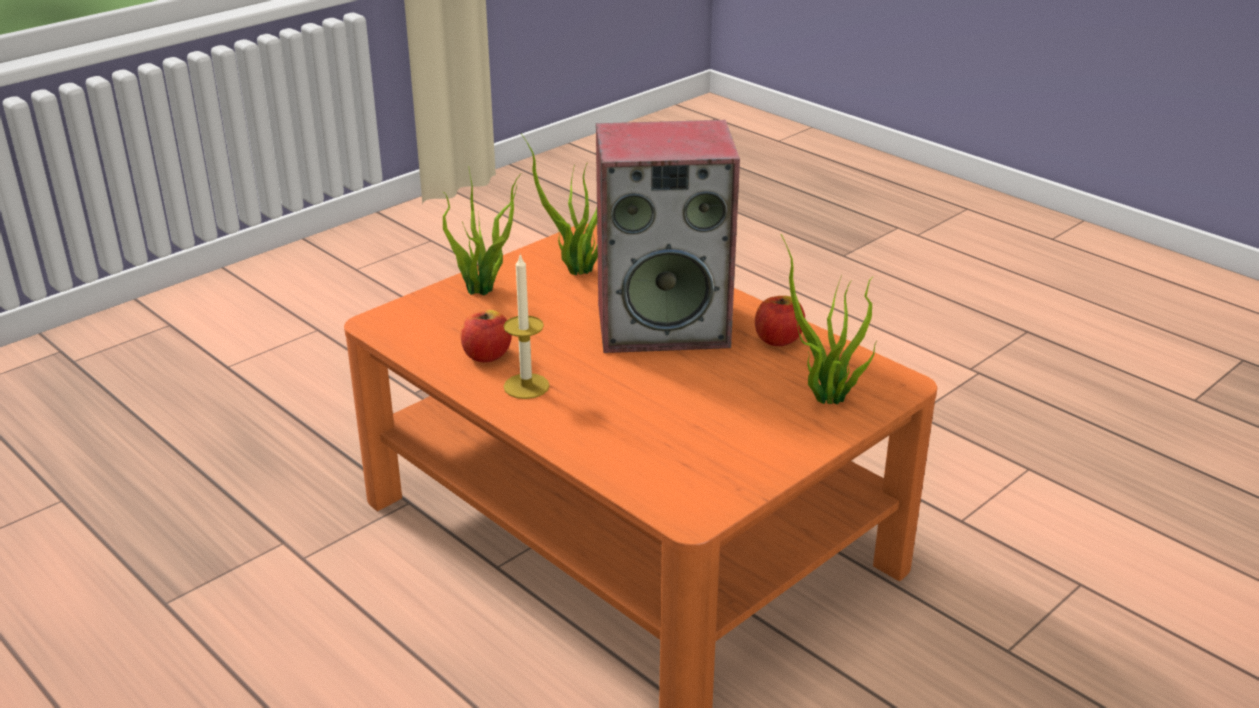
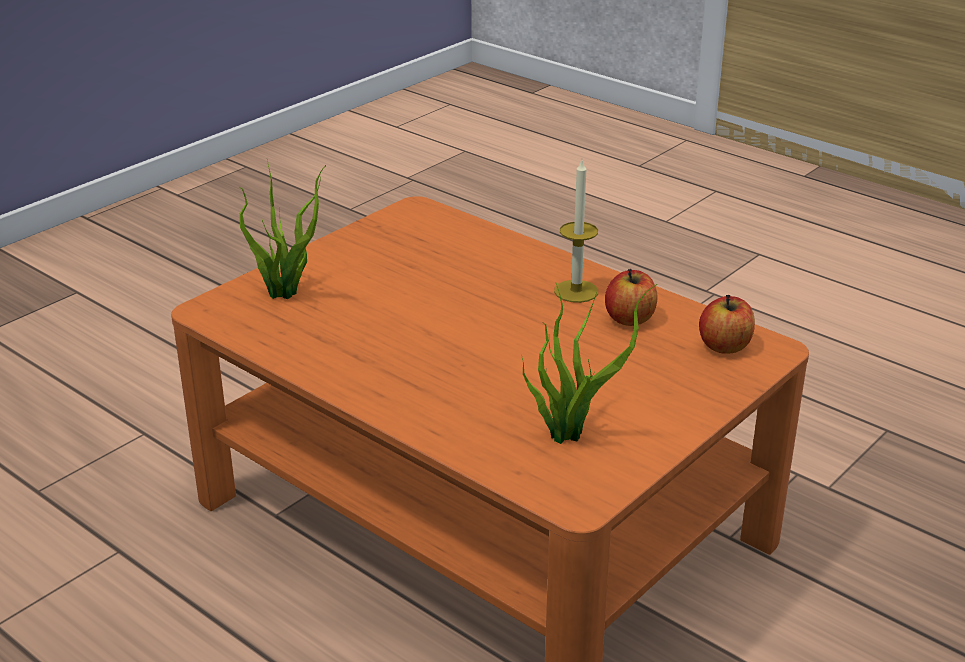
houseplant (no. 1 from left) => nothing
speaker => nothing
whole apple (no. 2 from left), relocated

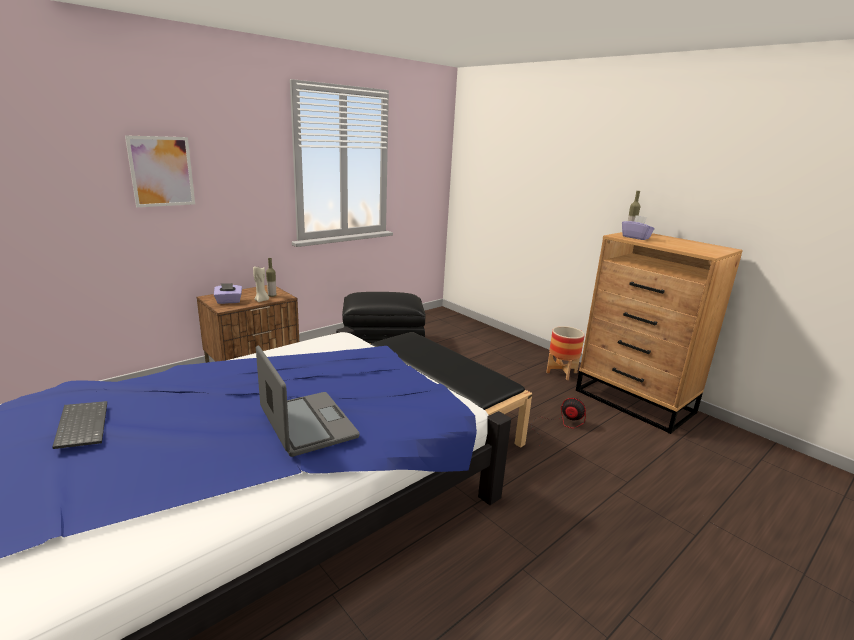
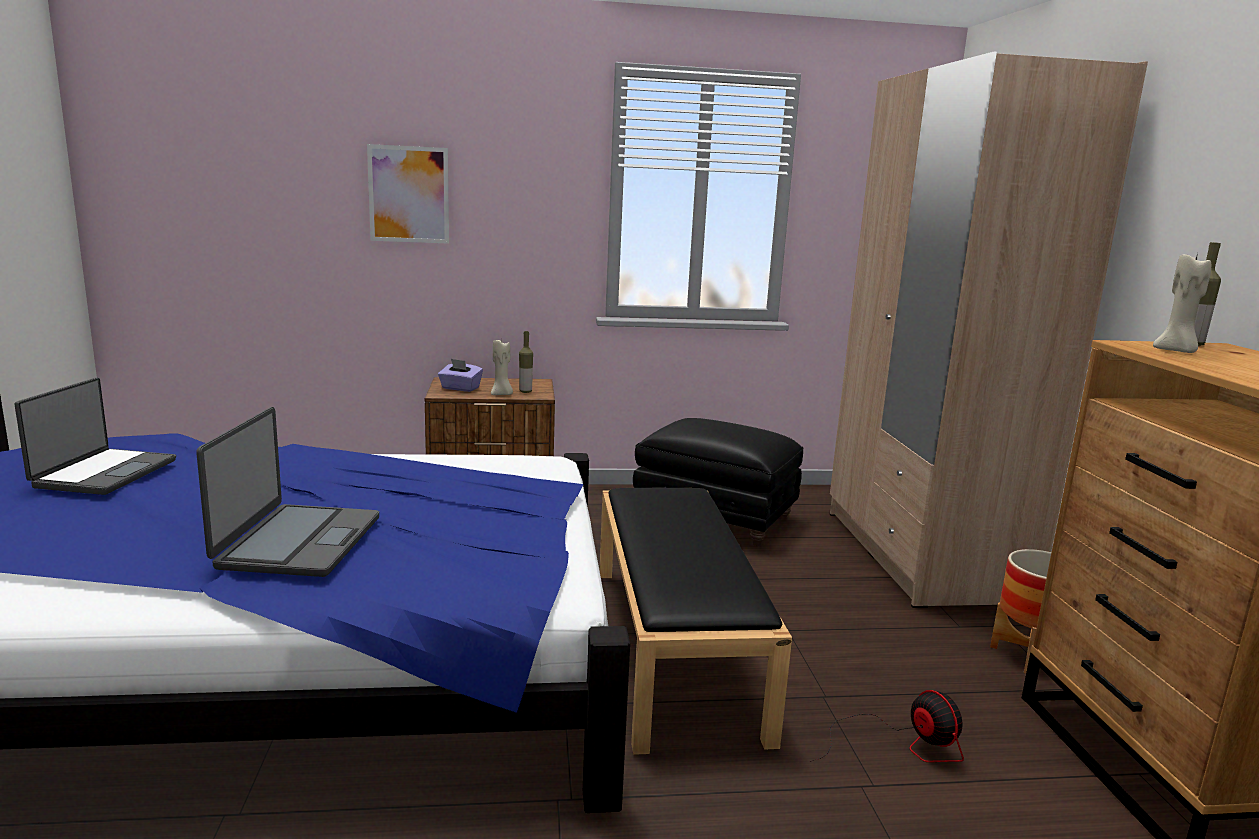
keyboard => notebook computer (no. 1 from left)
purple-coloured box of tissues (no. 2 from left) => beige candle (no. 2 from left)
nothing => beige clothes cupboard

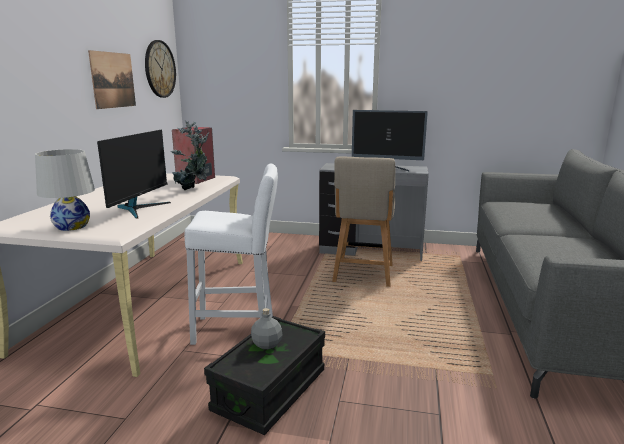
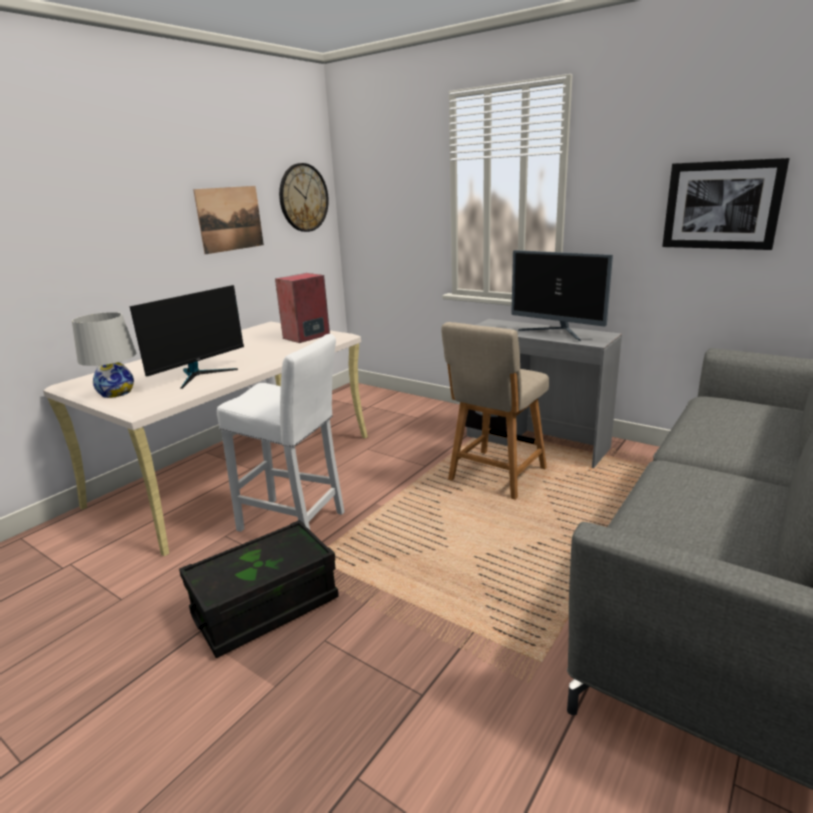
houseplant => nothing
greyish beverage bottle => nothing
nothing => wall picture (no. 2 from left)

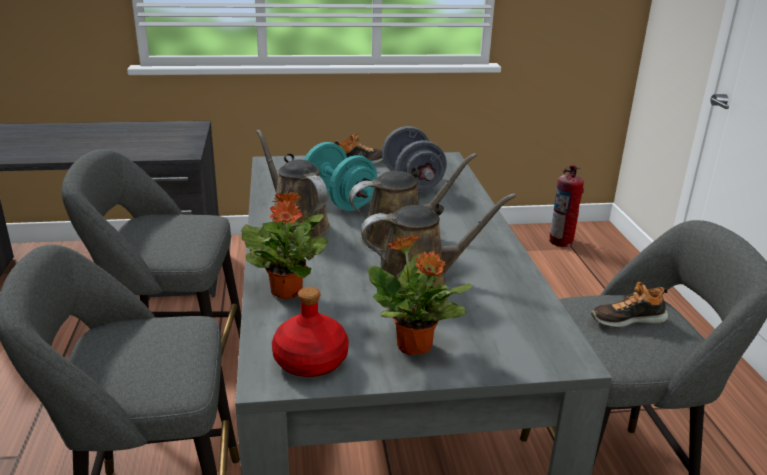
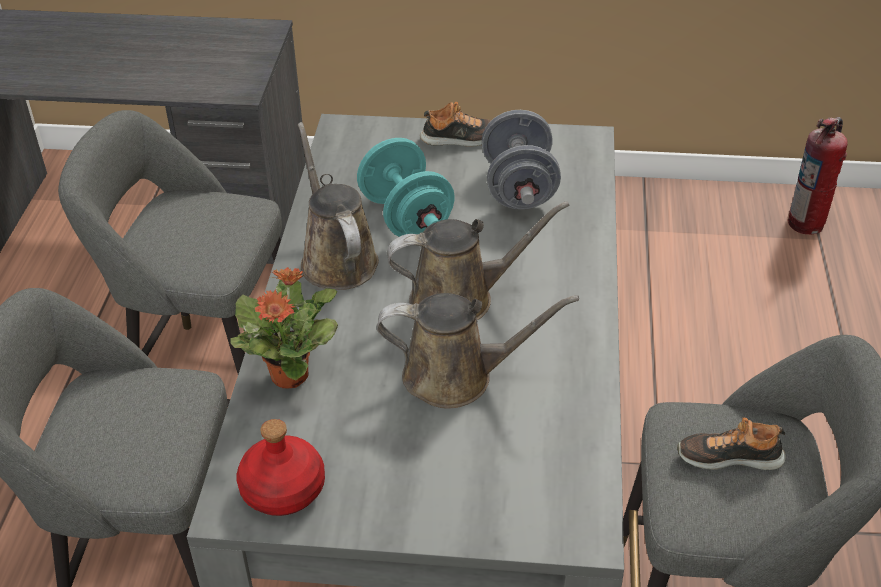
houseplant (no. 2 from left) => nothing

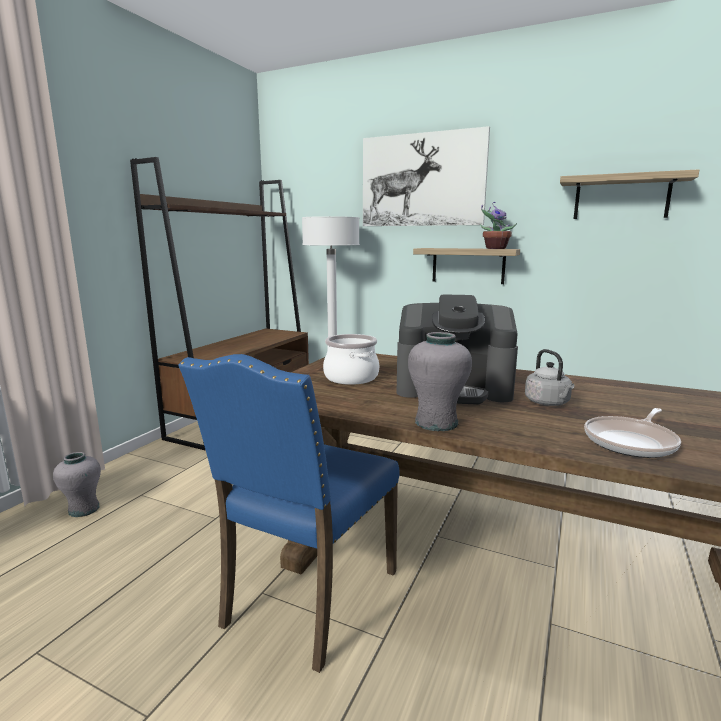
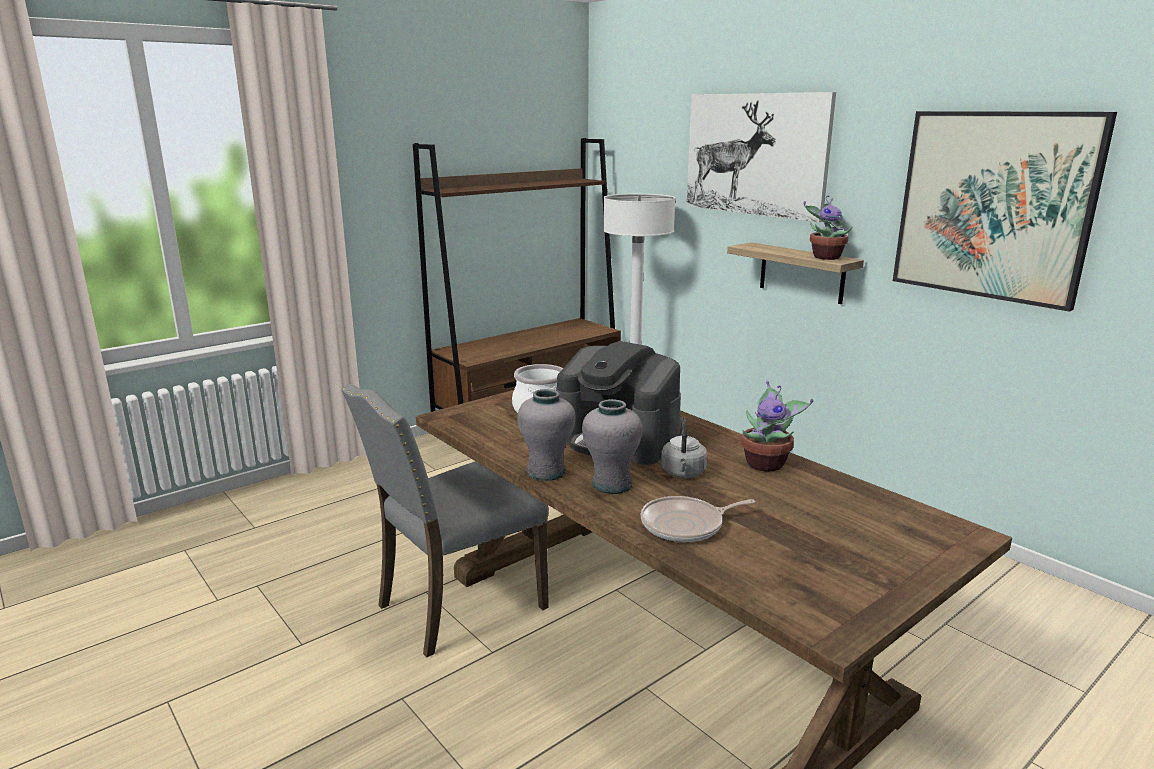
greyish decorative vase (no. 1 from left in the first image) => greyish decorative vase (no. 2 from left), relocated
bluish upright chair => greyish upright chair
bracket shelf (no. 2 from left) => wall picture (no. 2 from left)
nothing => houseplant (no. 1 from left)

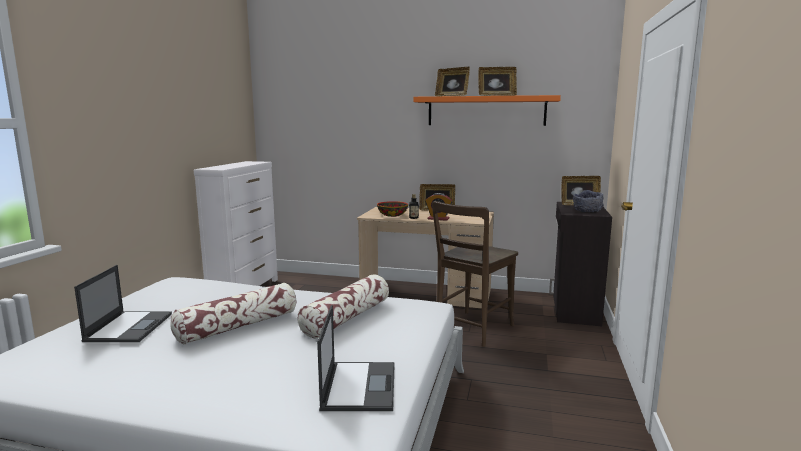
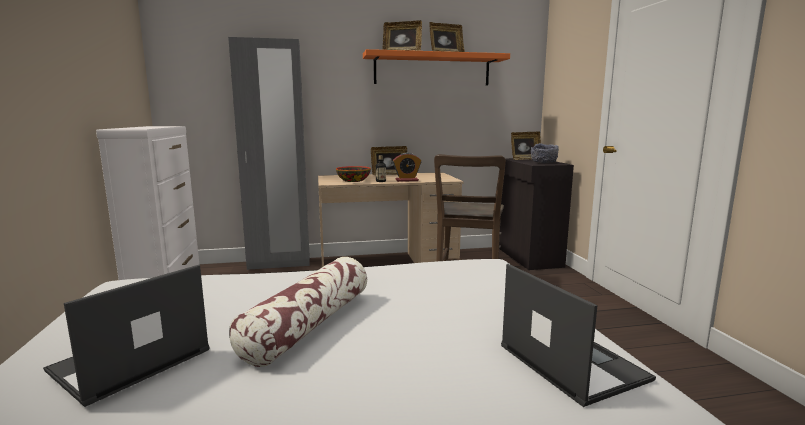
notebook computer (no. 1 from left), 120 degrees counterclockwise
cushion (no. 2 from left) => nothing
nothing => greyish clothes cupboard

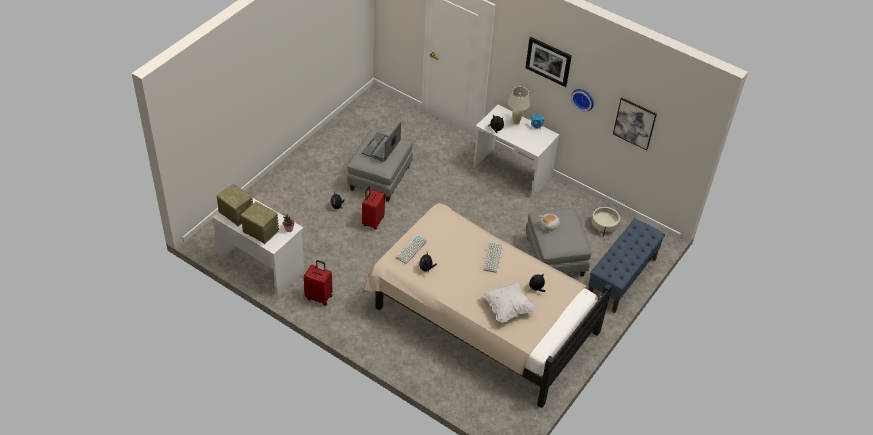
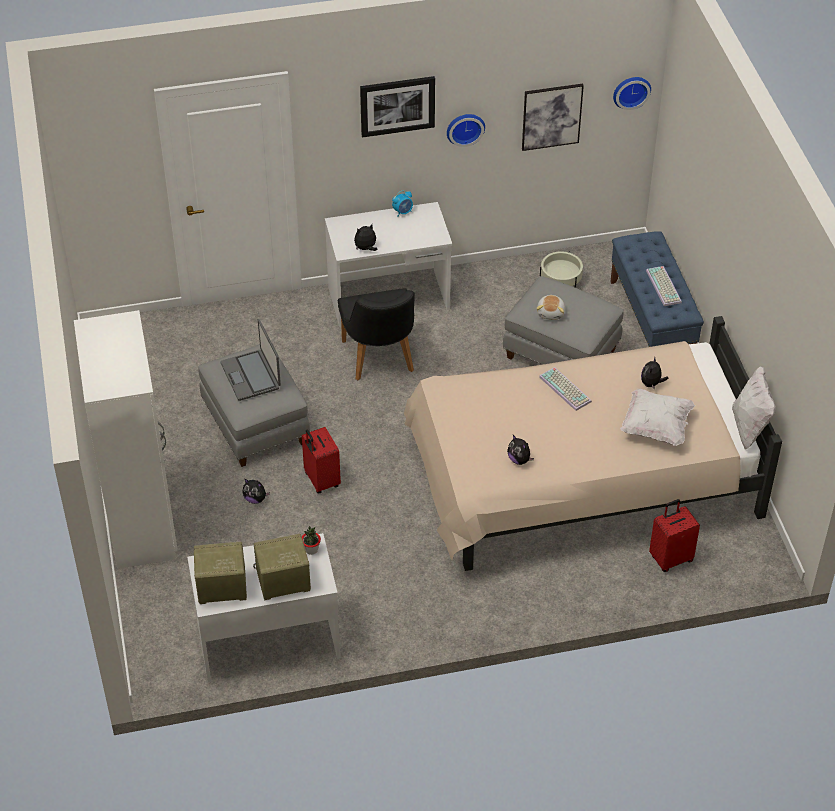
red-coloured travel case (no. 1 from left in the first image) => red-coloured travel case (no. 2 from left), relocated
keyboard (no. 1 from left in the first image) => keyboard (no. 2 from left), relocated
beige lamp for a table => nothing
nothing => white-coloured clothes cupboard
nothing => black-coloured upright chair
nothing => wall clock (no. 2 from left)
nothing => white-coloured cushion (no. 2 from left)

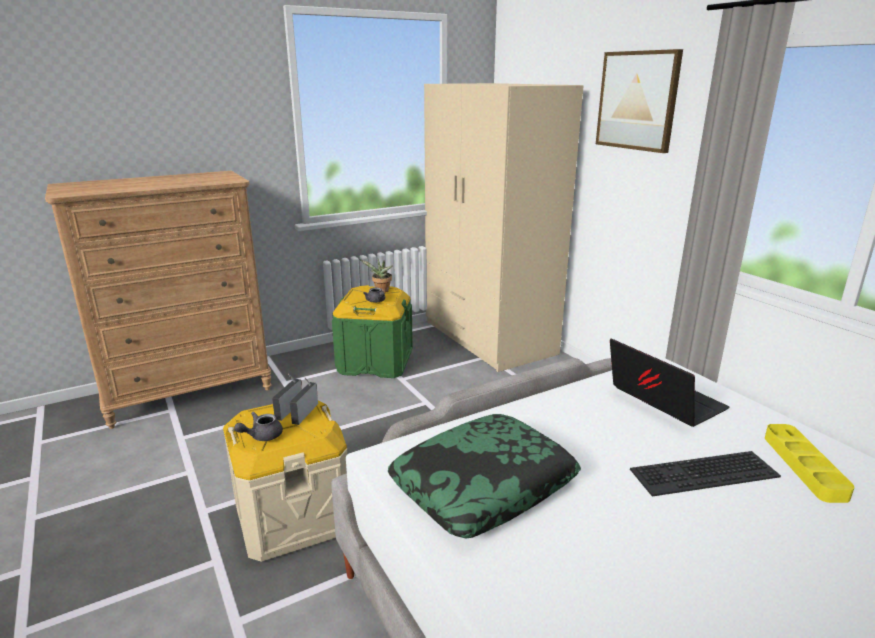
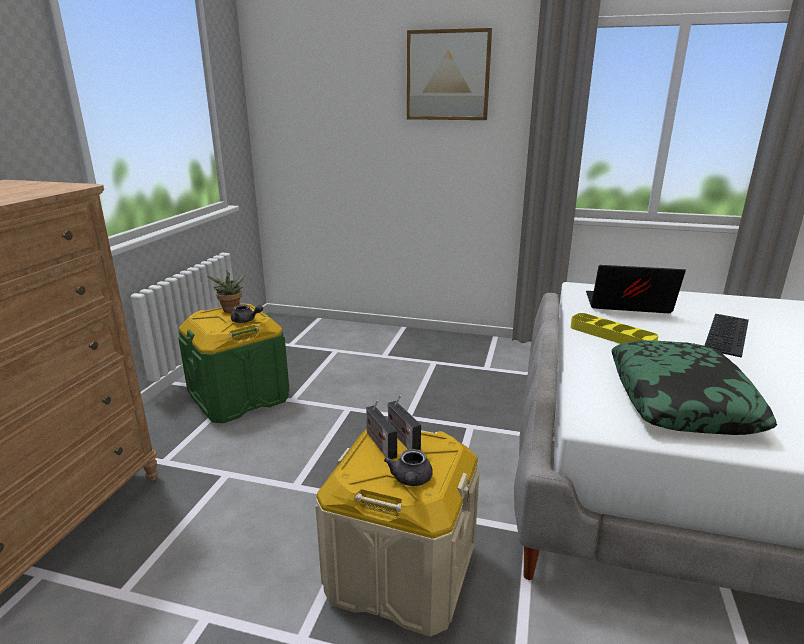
beige clothes cupboard => nothing
yellow carrying tray, relocated

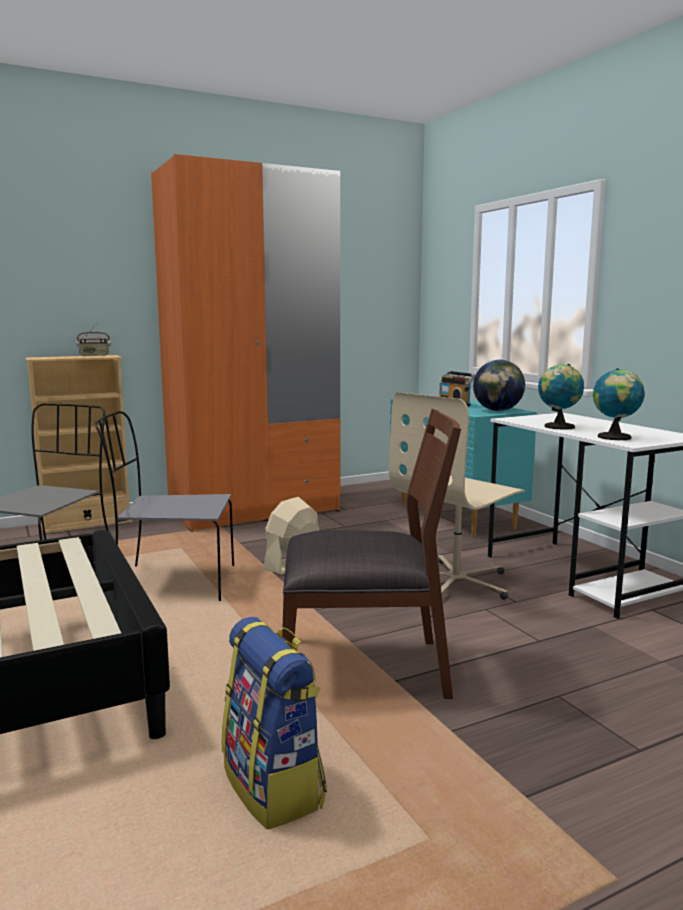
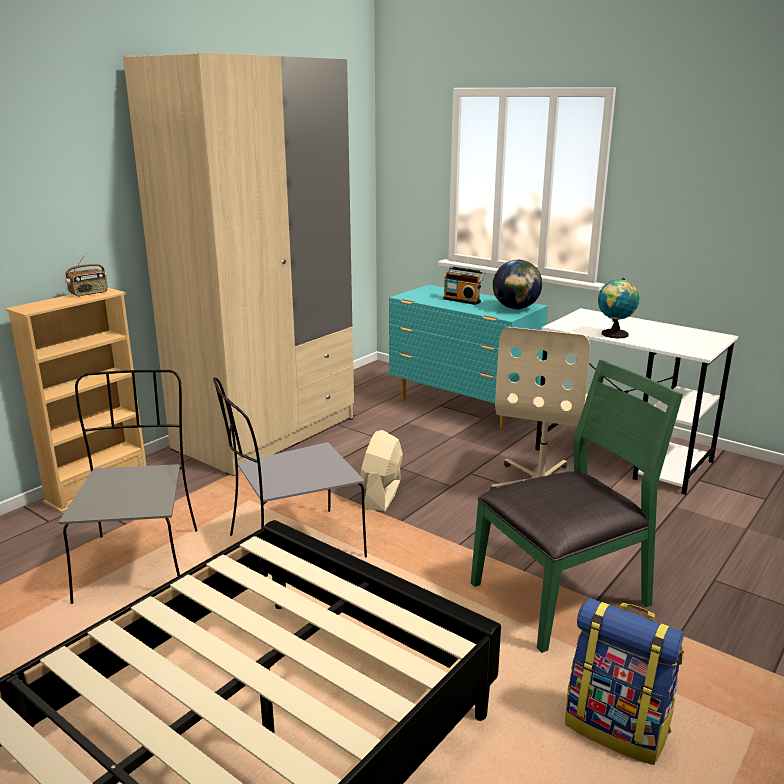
orangey clothes cupboard => beige clothes cupboard
brownish upright chair => greenish upright chair
desk globe (no. 3 from left) => nothing

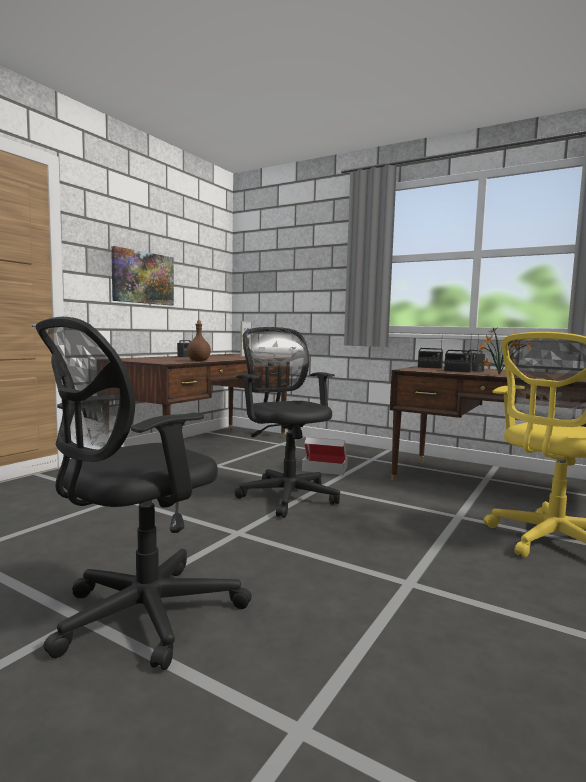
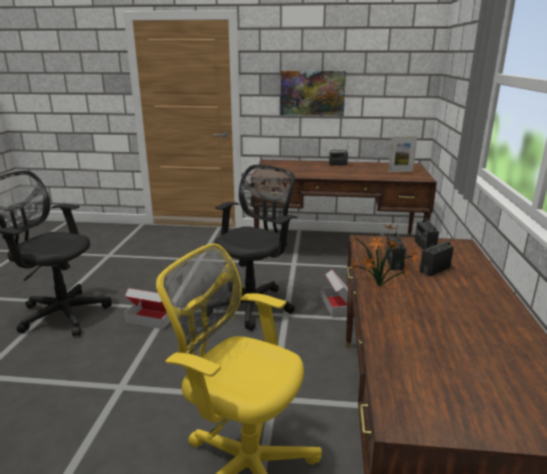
brownish beverage bottle => nothing
nothing => packing box (no. 1 from left)

